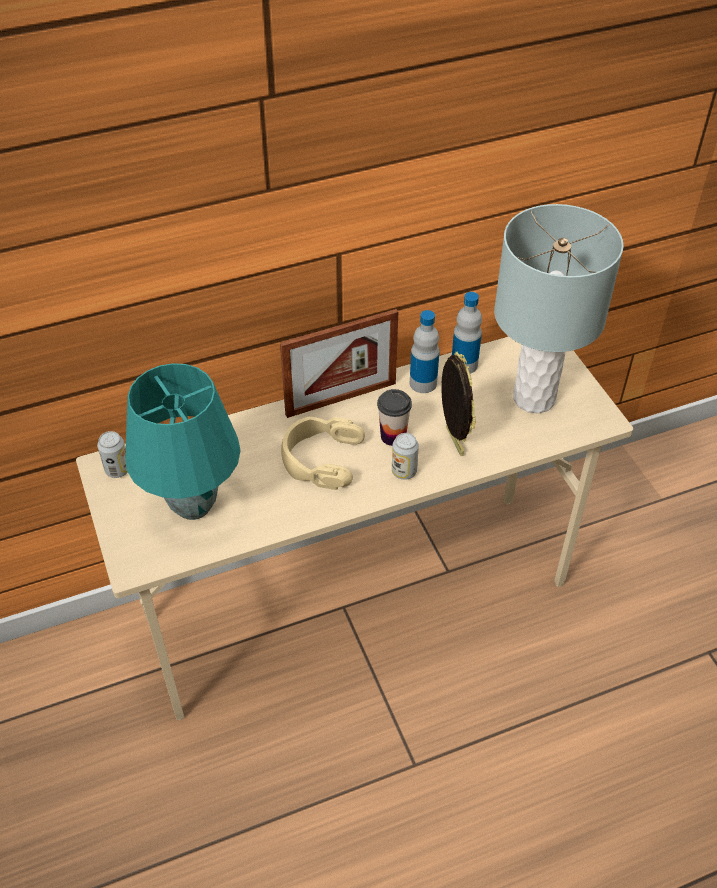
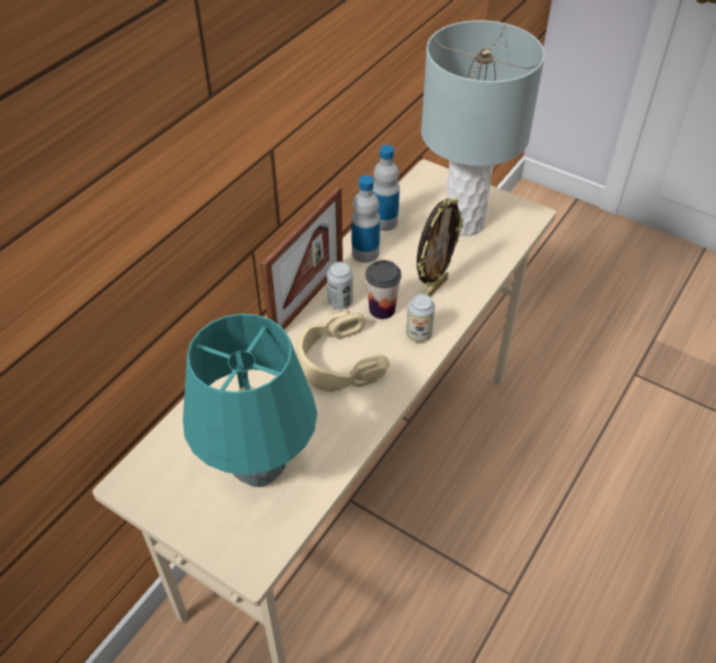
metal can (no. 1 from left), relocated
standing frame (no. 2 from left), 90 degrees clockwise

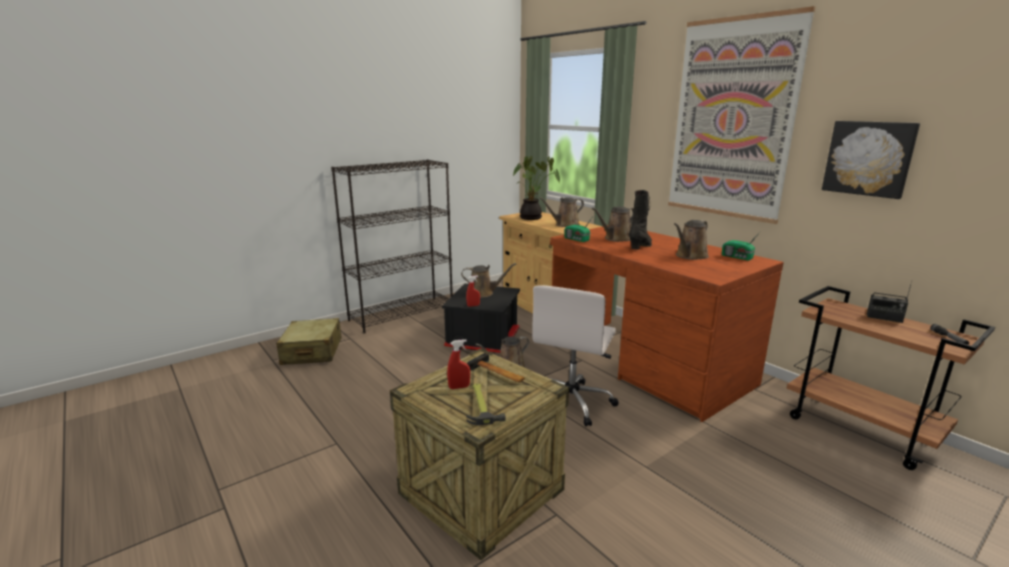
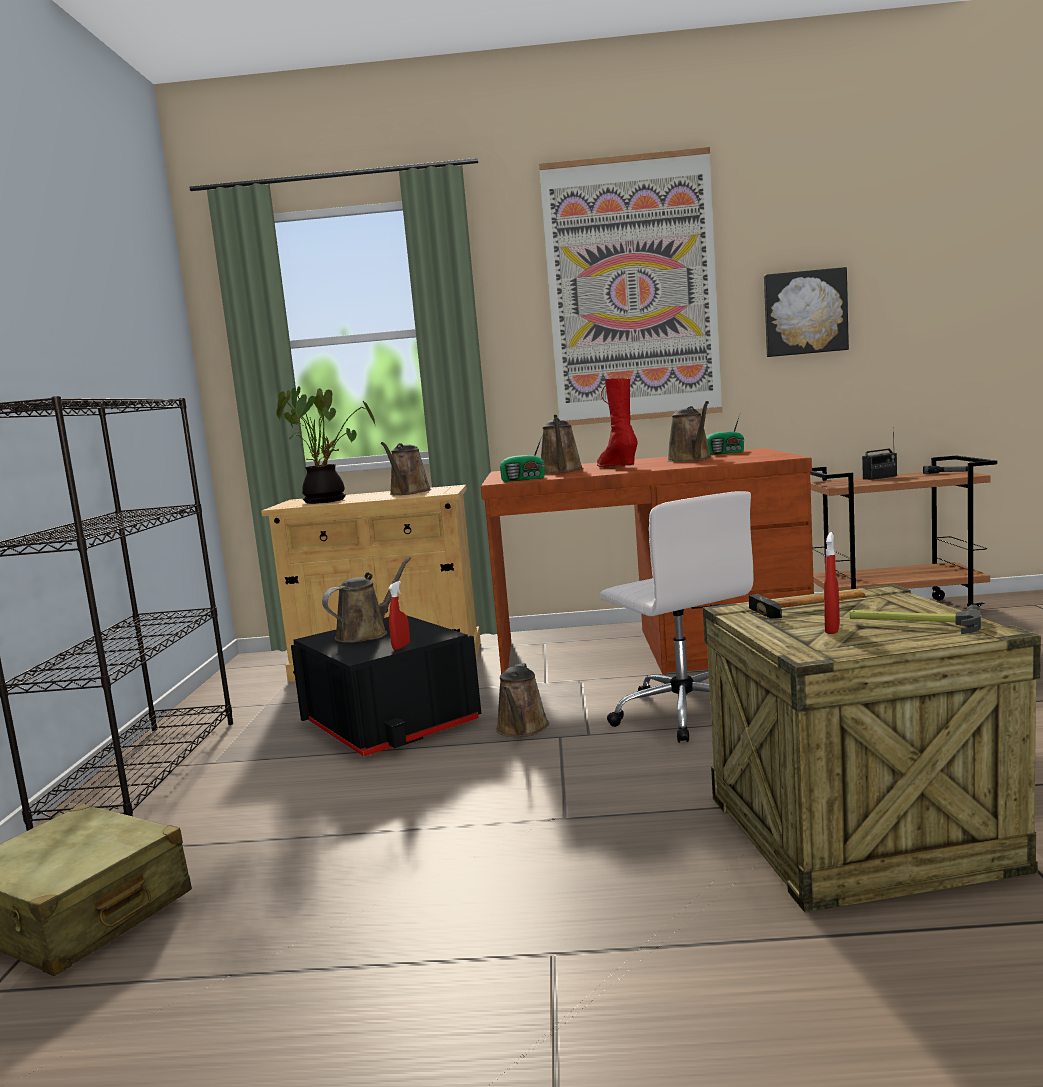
black-coloured tall boot => red-coloured tall boot

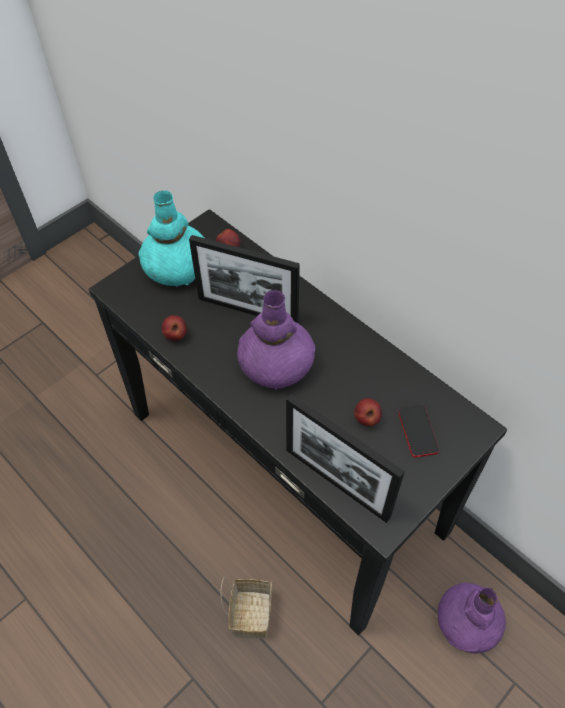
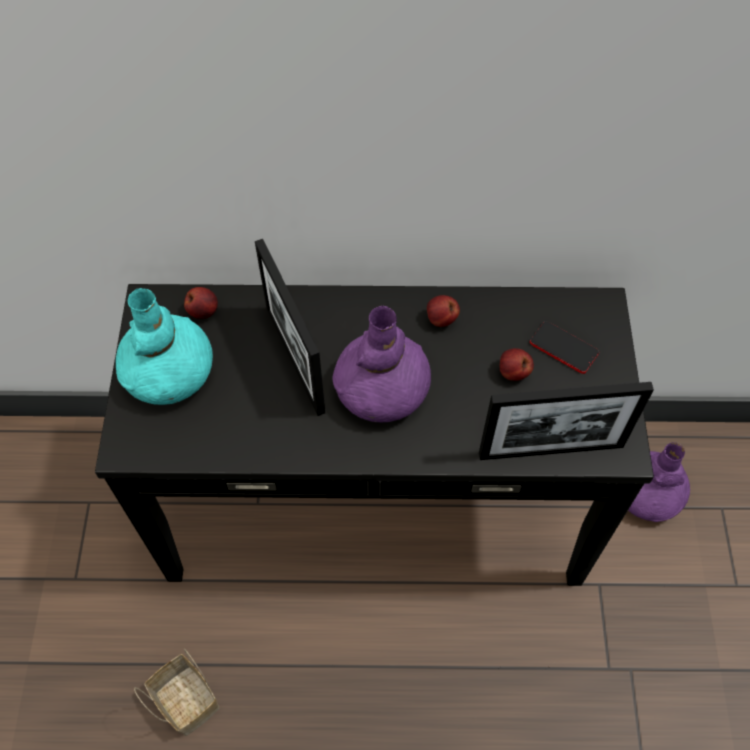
whole apple (no. 1 from left in the first image) => whole apple (no. 2 from left), relocated
standing frame (no. 1 from left), 90 degrees clockwise
storage basket, relocated

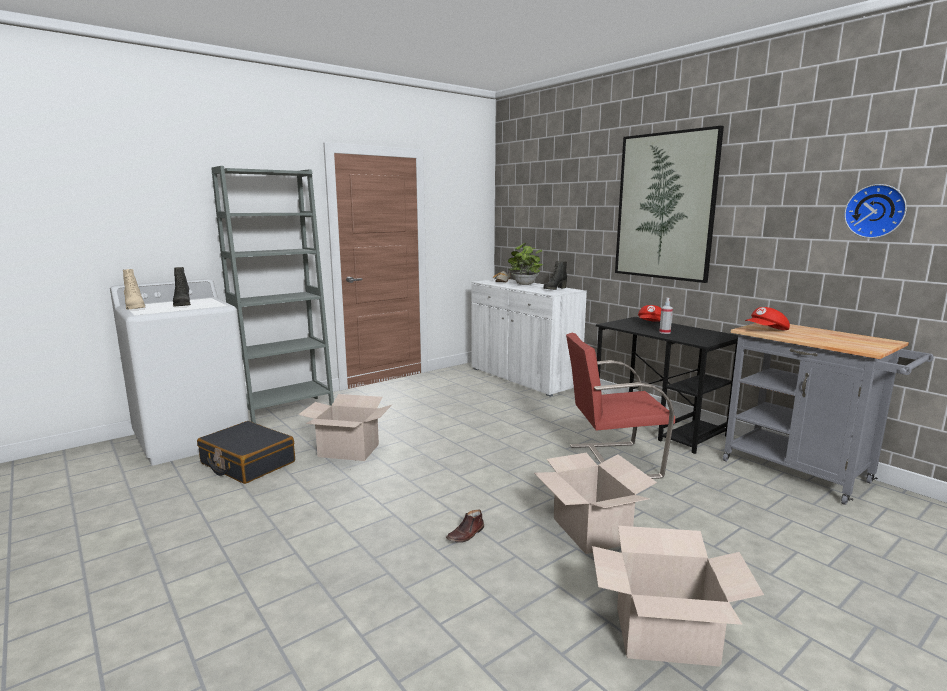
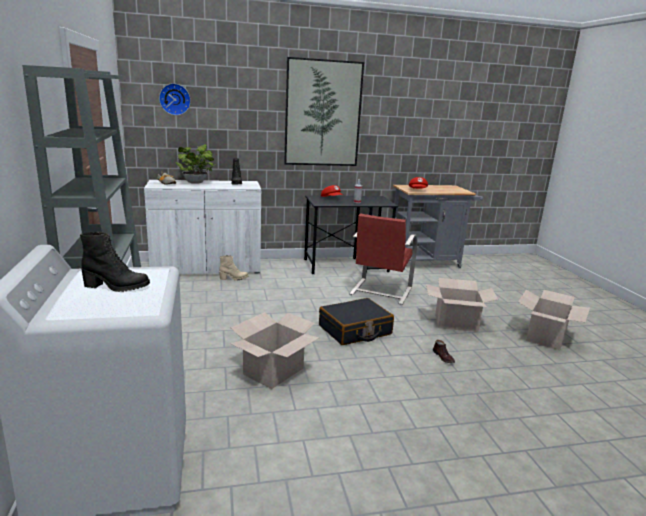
beige tall boot, relocated
black-coloured travel case, relocated
wall clock, relocated

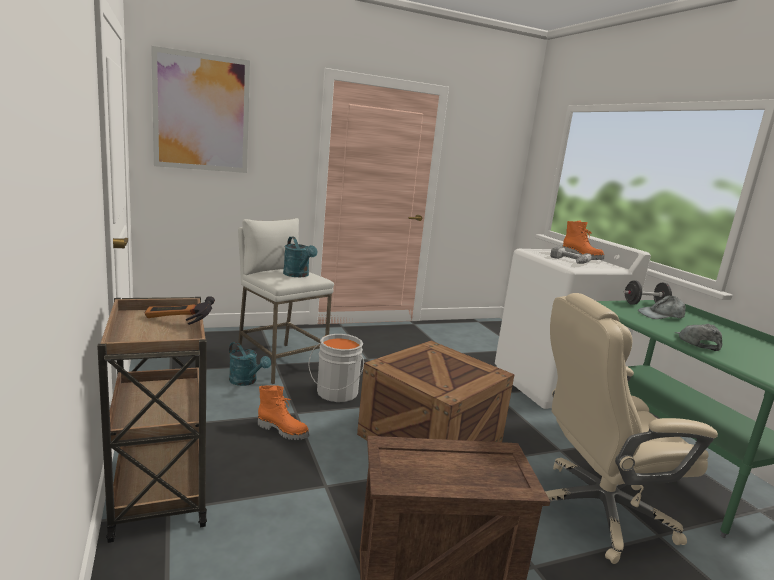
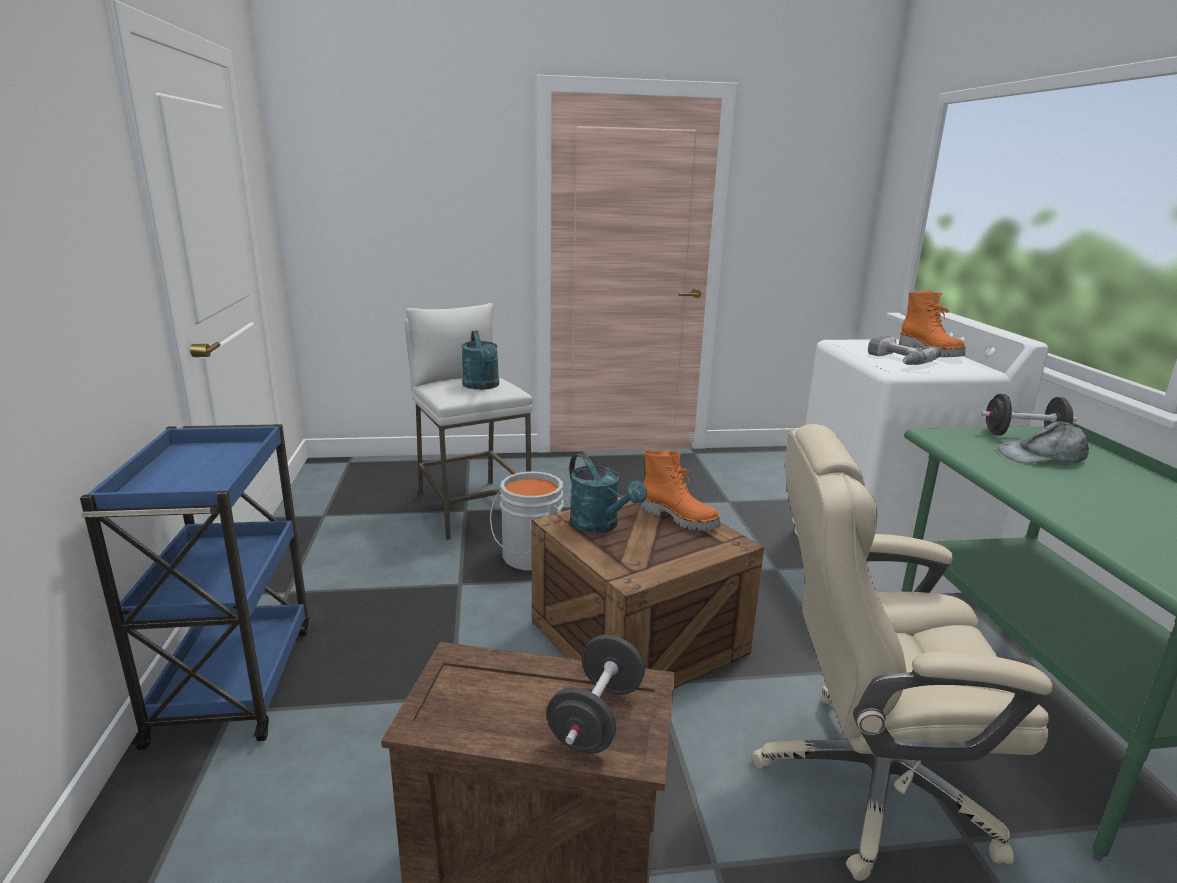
brownish cart => bluish cart
hand hammer => nothing
wall picture => nothing
turquoise watering can (no. 1 from left in the first image) => turquoise watering can (no. 2 from left), relocated
orangey tall boot (no. 1 from left), relocated
greyish baseball cap (no. 2 from left) => nothing
nothing => black-coloured free weight (no. 1 from left)

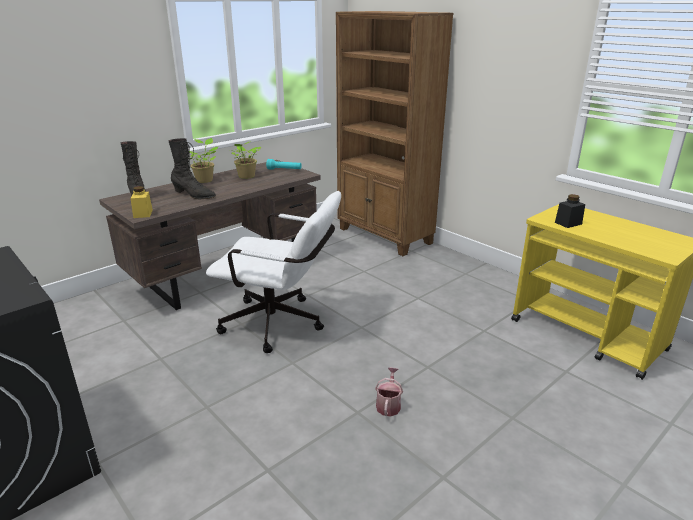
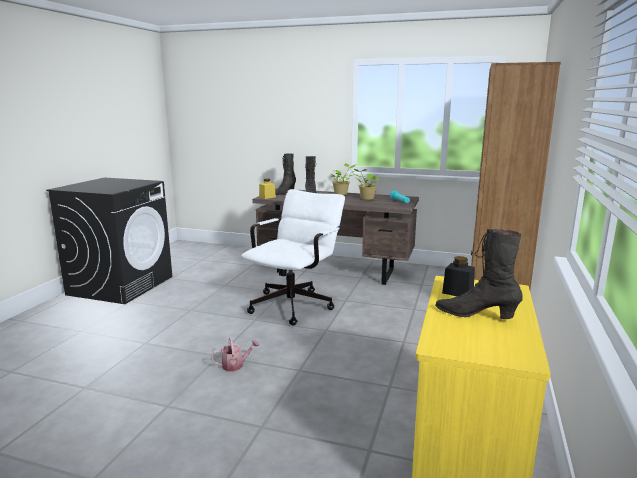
white-coloured desk chair, 135 degrees counterclockwise
nothing => black-coloured tall boot (no. 3 from left)

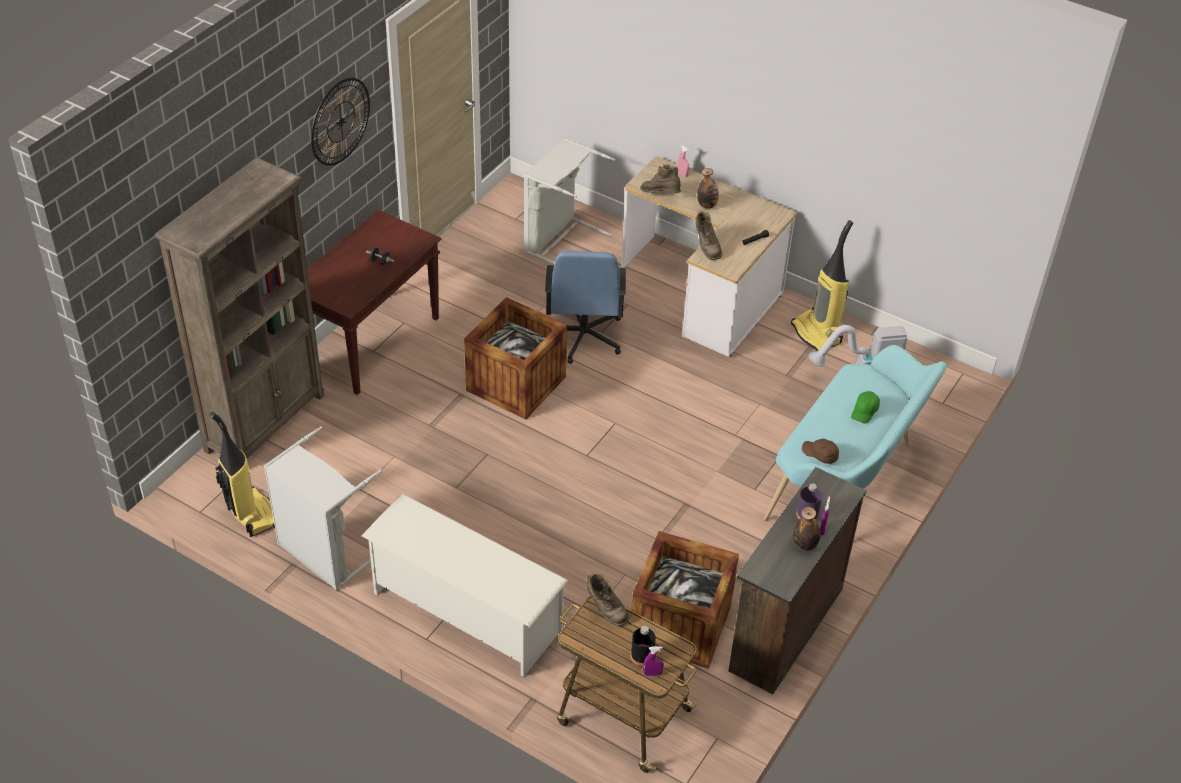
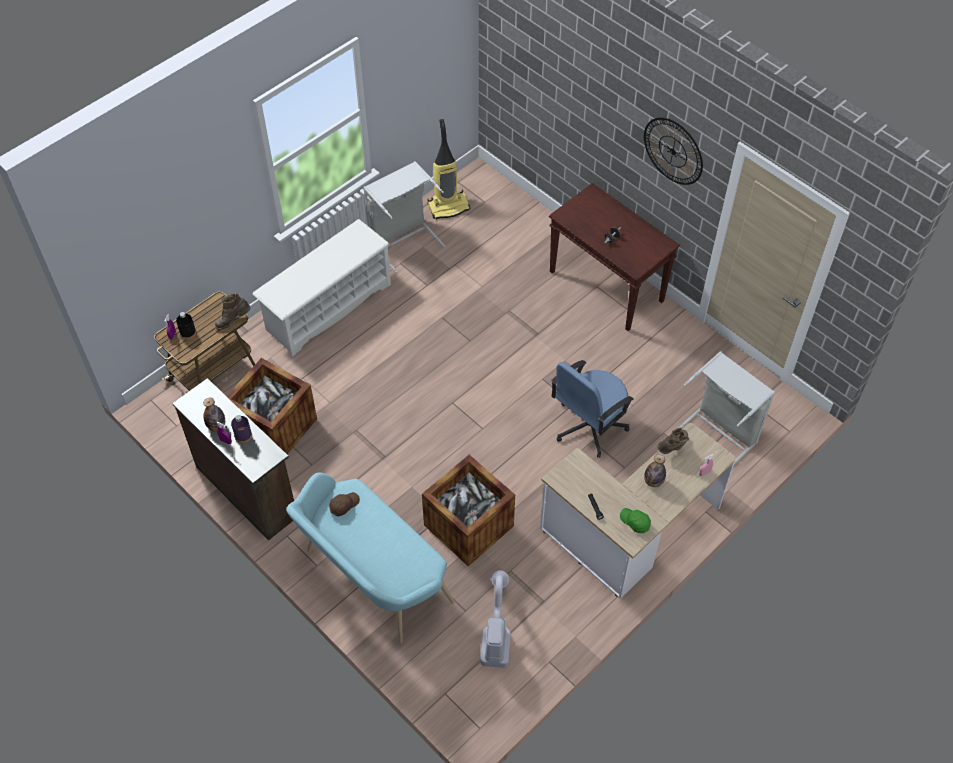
brownish bookcase => nothing
packing crate (no. 1 from left in the first image) => packing crate (no. 2 from left), relocated
bluish desk chair, 60 degrees counterclockwise
brownish tall boot (no. 3 from left) => nothing
hoover (no. 2 from left) => nothing
greenish baseball cap, relocated

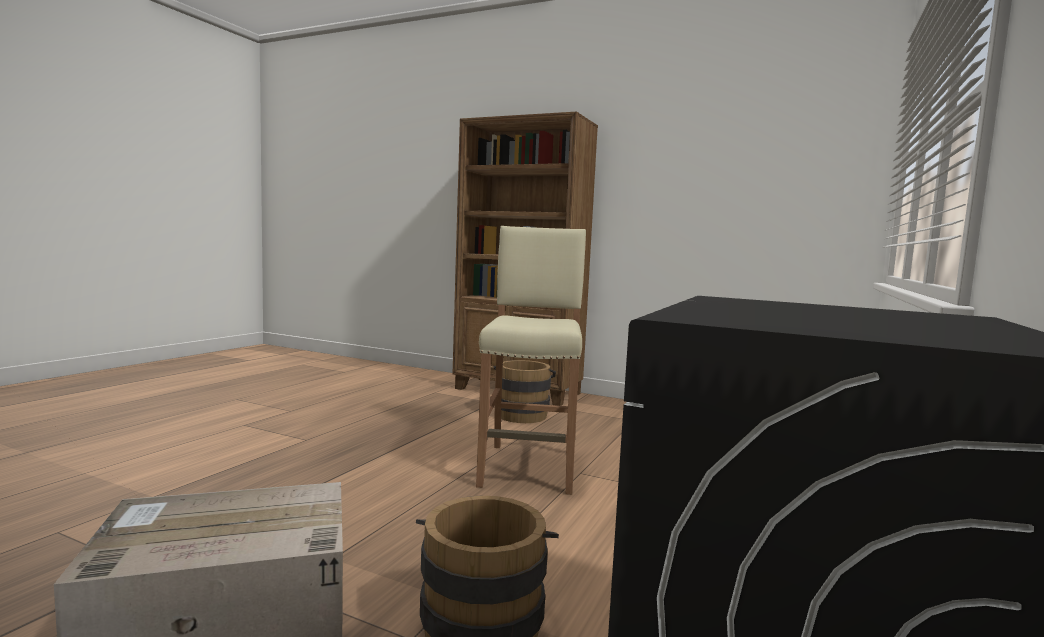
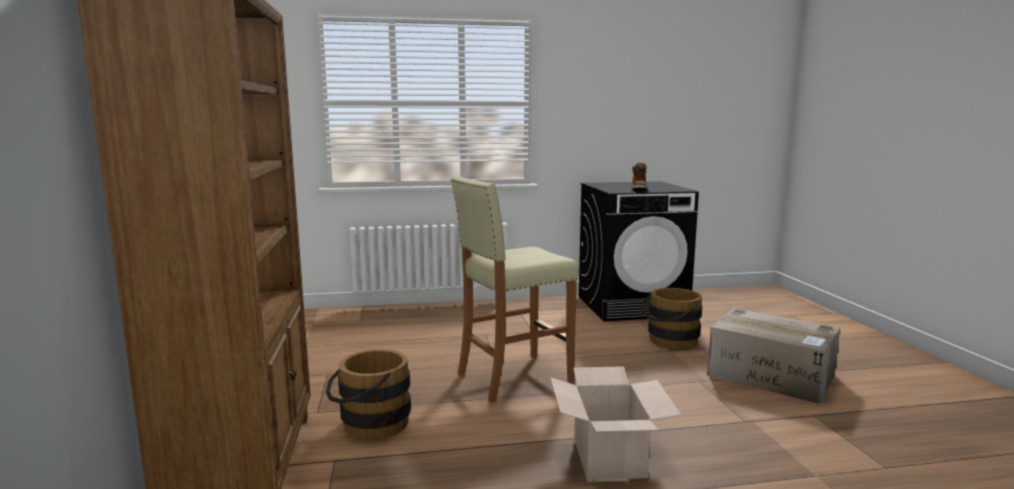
nothing => packing box (no. 1 from left)
nothing => tall boot

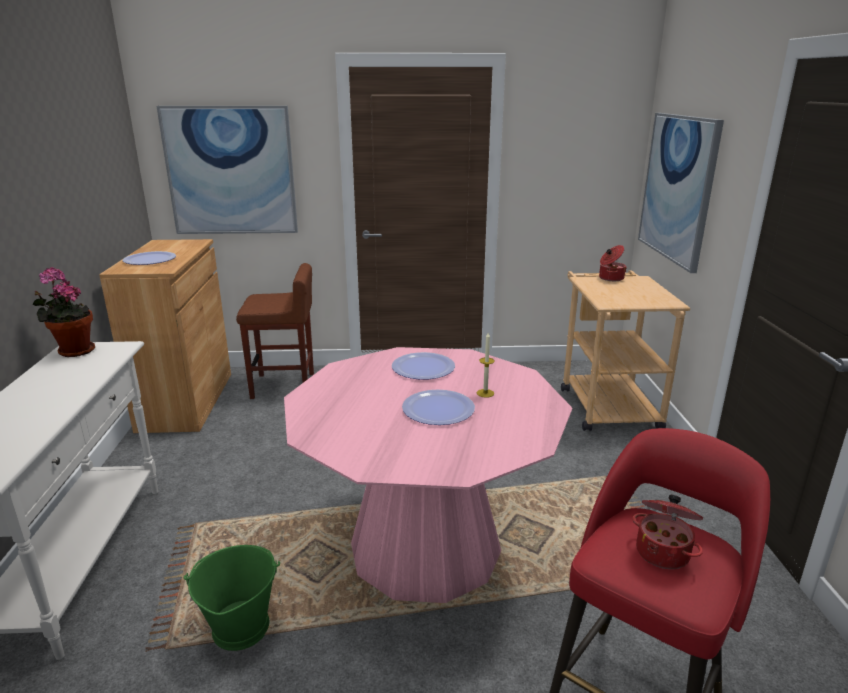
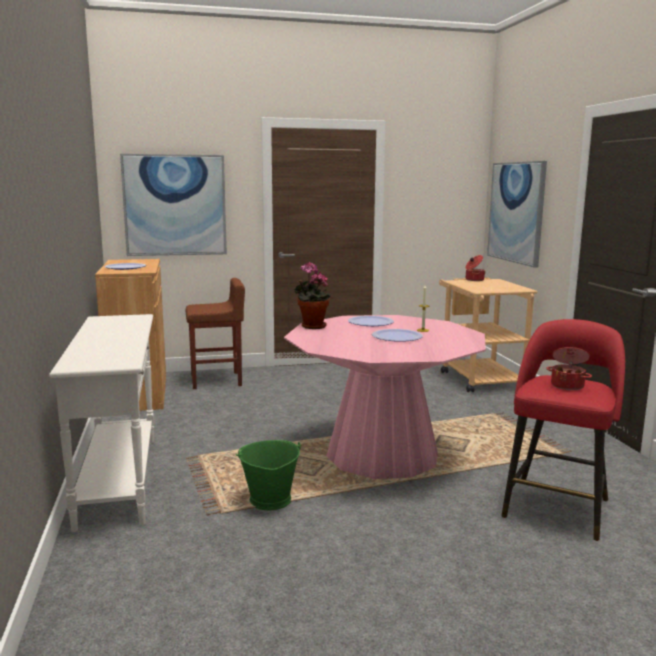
houseplant, relocated

